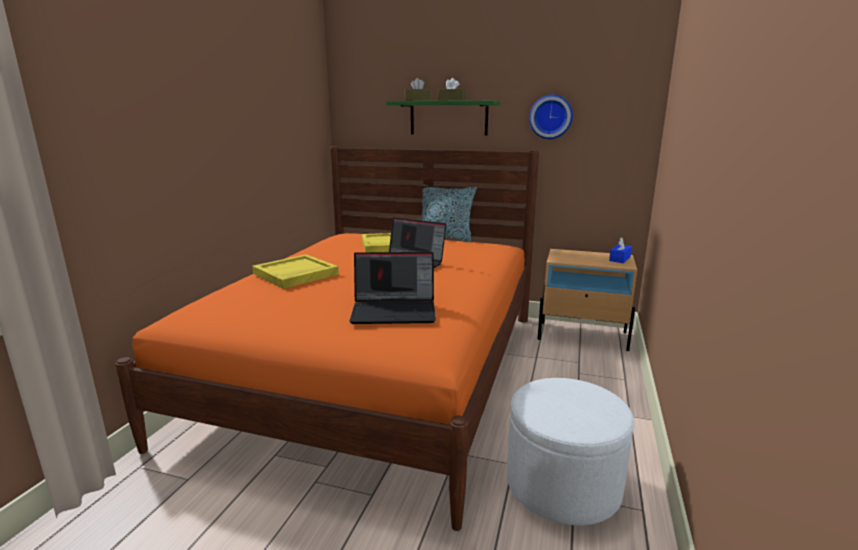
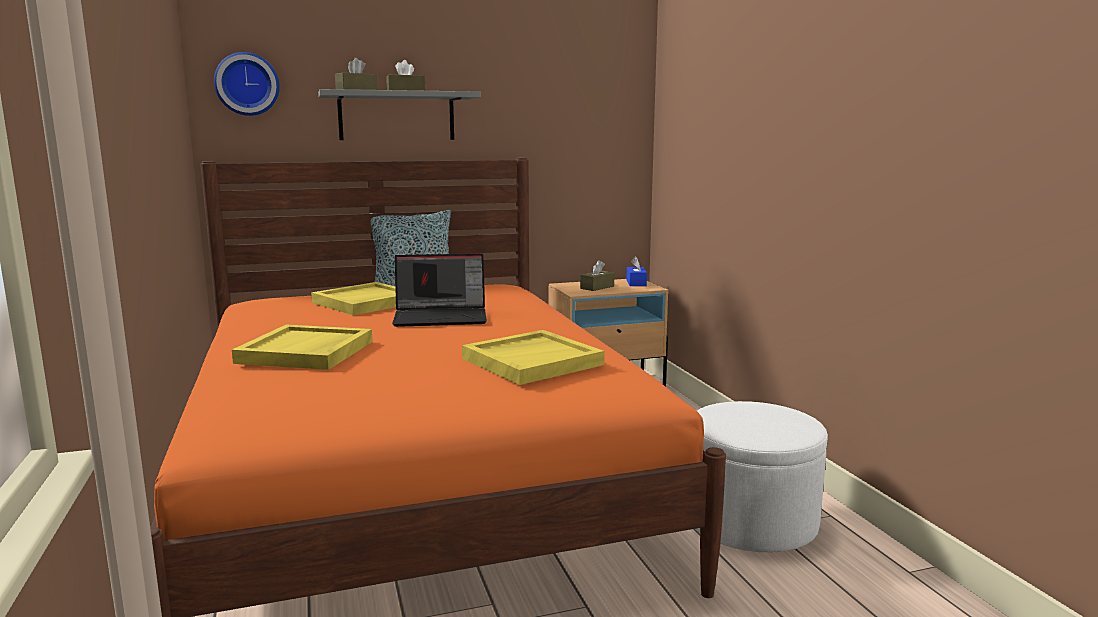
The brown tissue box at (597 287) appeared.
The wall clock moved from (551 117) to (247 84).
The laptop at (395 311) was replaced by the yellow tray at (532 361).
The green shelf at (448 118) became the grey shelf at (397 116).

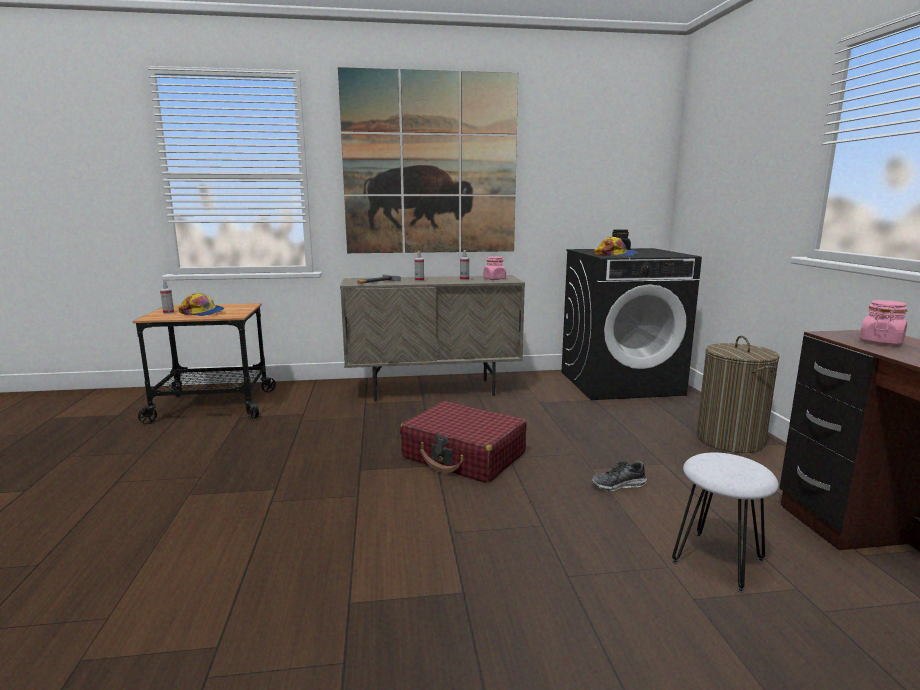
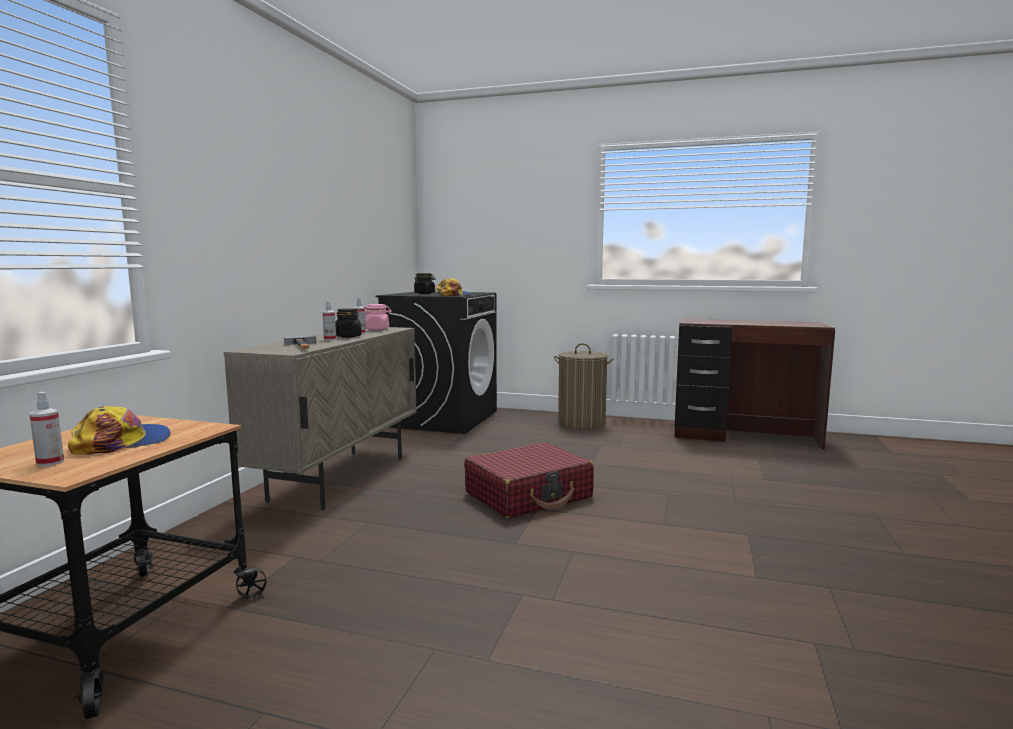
The picture at (430 164) disappeared.
The shoe at (618 485) disappeared.
The white stool at (716 560) disappeared.
The pink jar at (881 341) disappeared.
The black jar at (348 336) appeared.

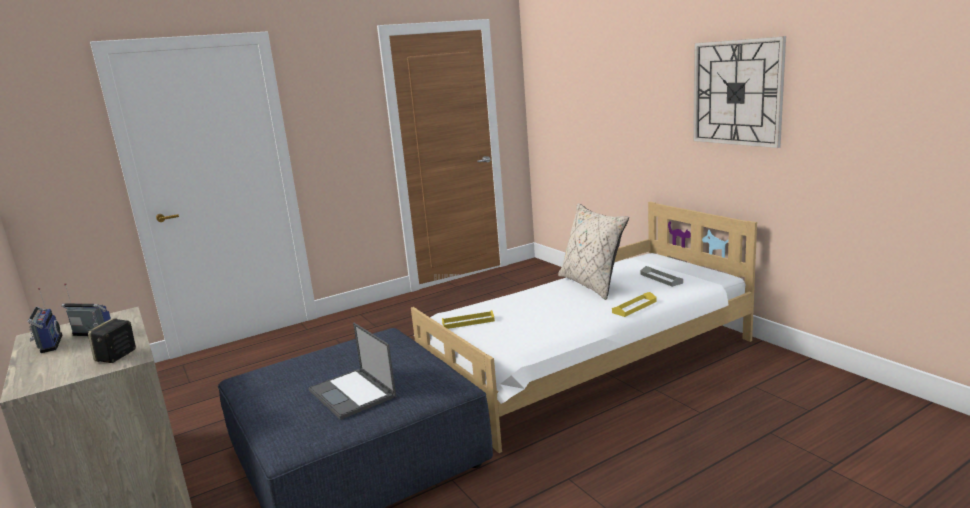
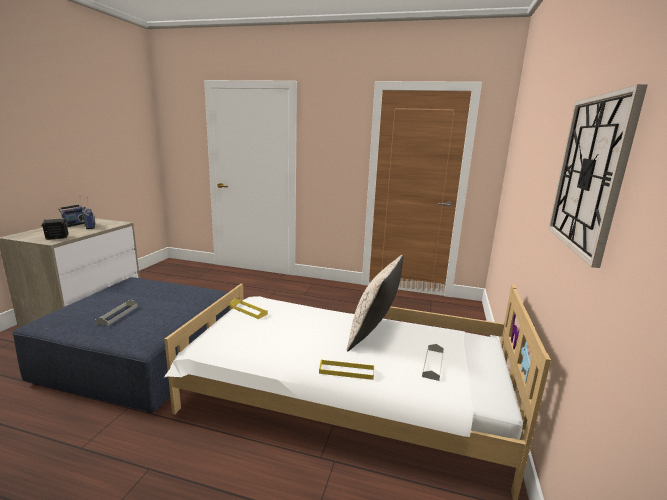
The laptop at (353 394) was replaced by the grey tray at (117 314).

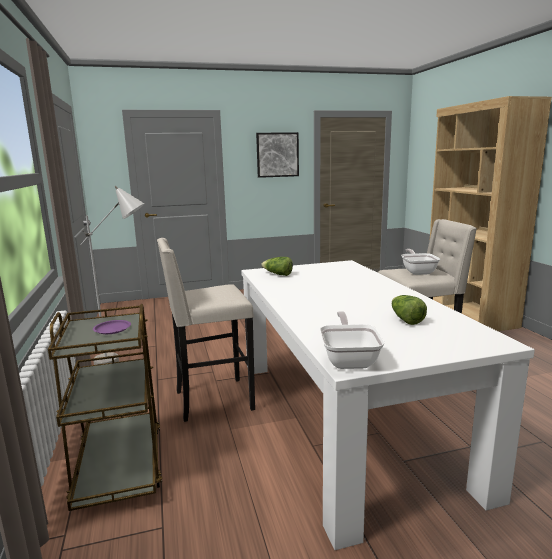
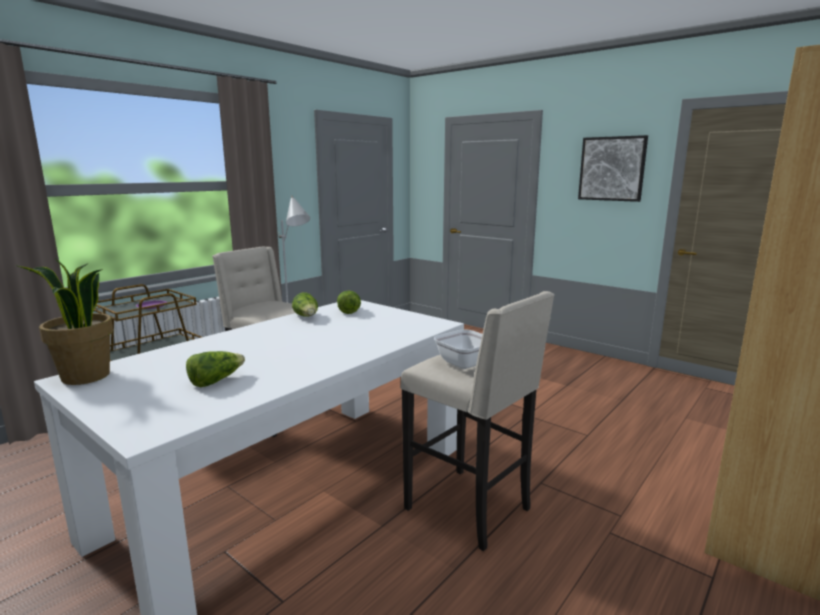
The lettuce at (307 317) appeared.
The frying pan at (349 359) was replaced by the potted plant at (85 377).

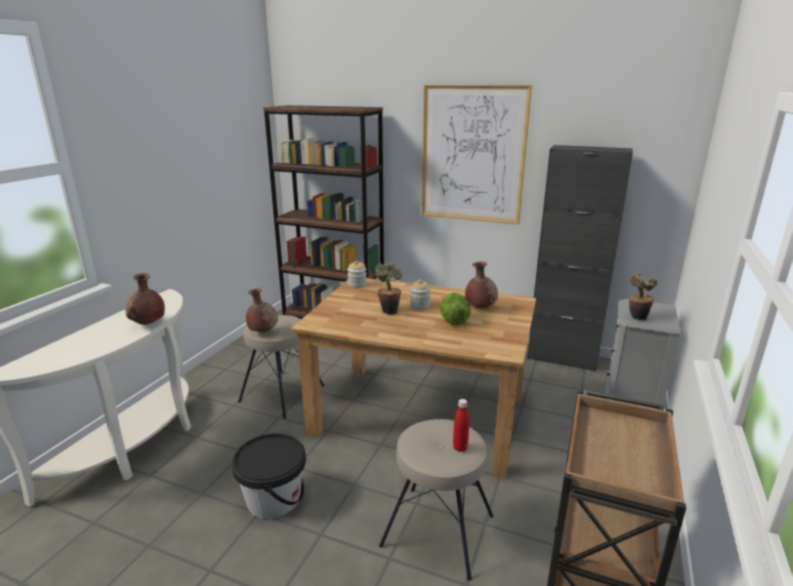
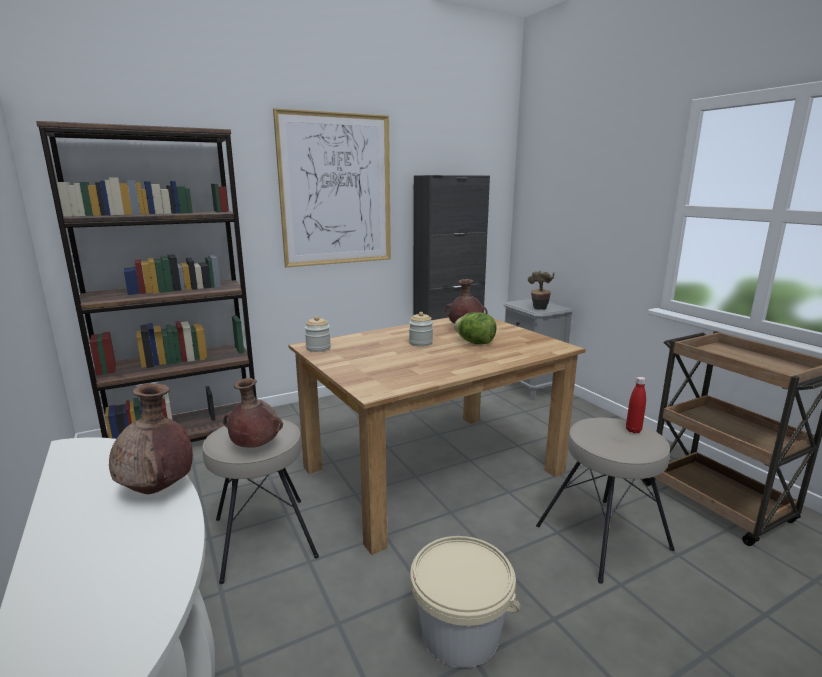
The potted plant at (389 310) disappeared.
The black bucket at (274 498) became the beige bucket at (460 633).

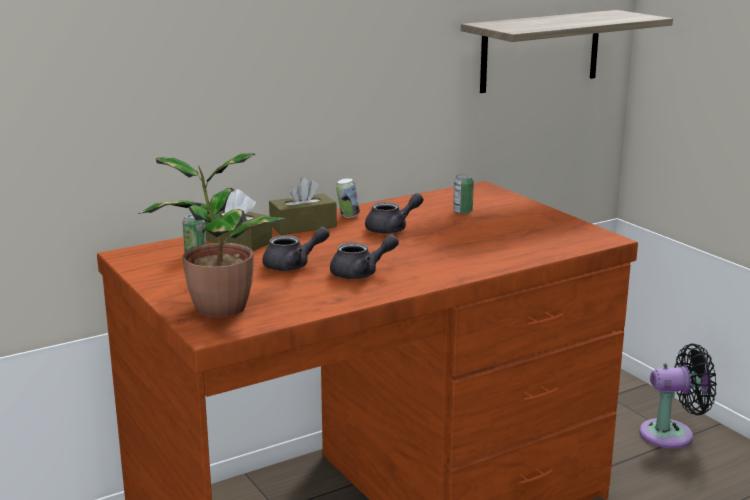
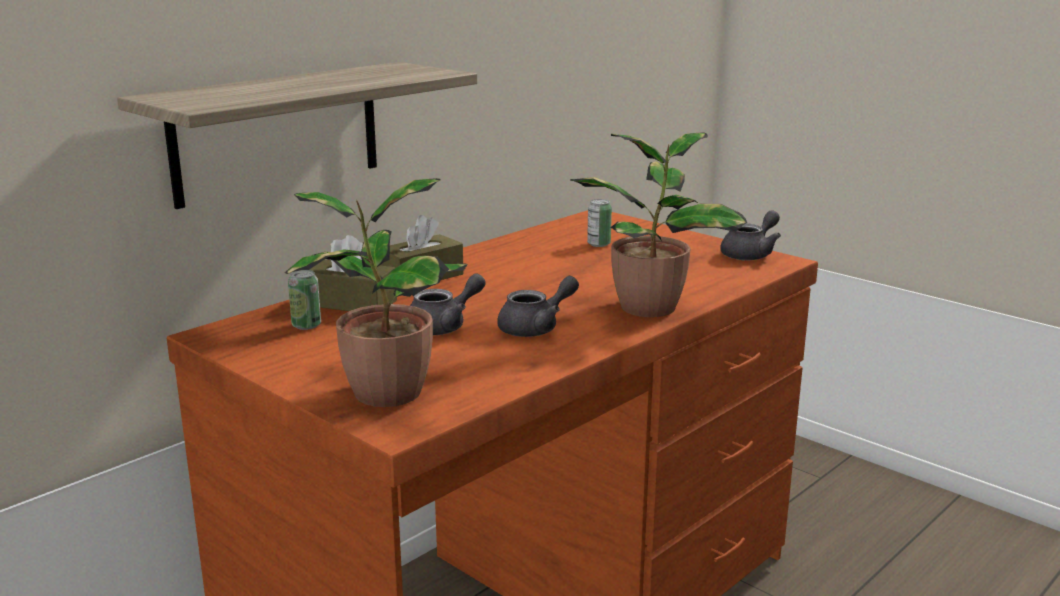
The can at (348 216) disappeared.
The black fan at (672 434) disappeared.
The potted plant at (651 306) appeared.
The grey teapot moved from (392 229) to (751 254).
The shelf moved from (540 51) to (277 132).

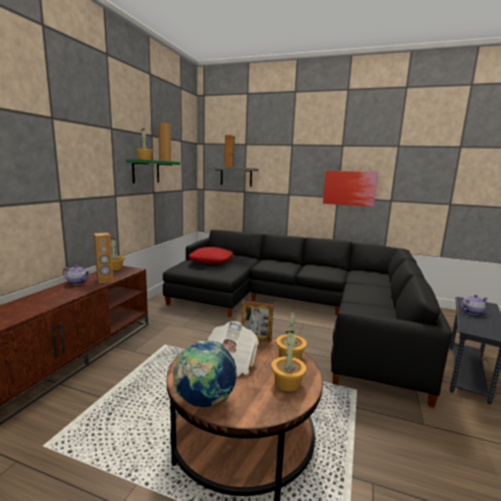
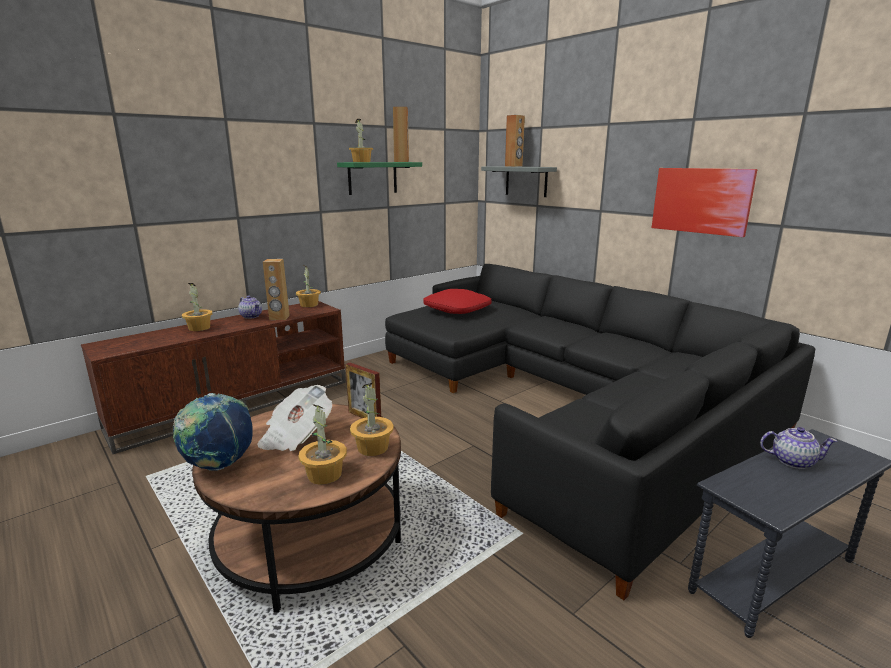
The potted plant at (199 328) appeared.

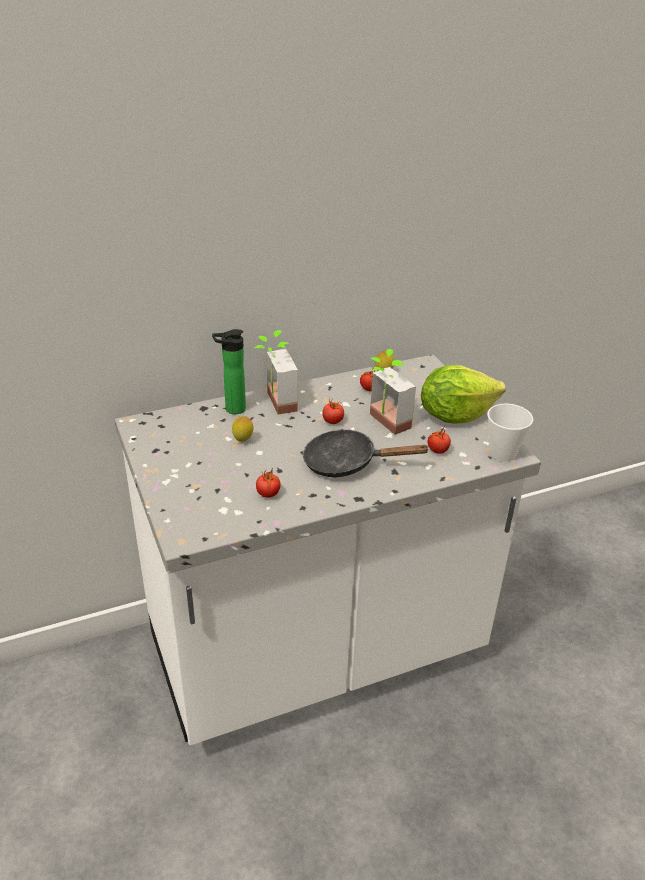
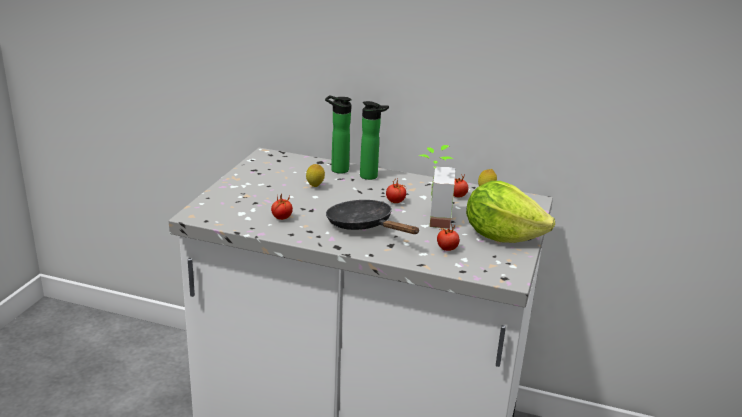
The cup at (503 453) disappeared.
The potted plant at (273 403) was replaced by the bottle at (371 177).

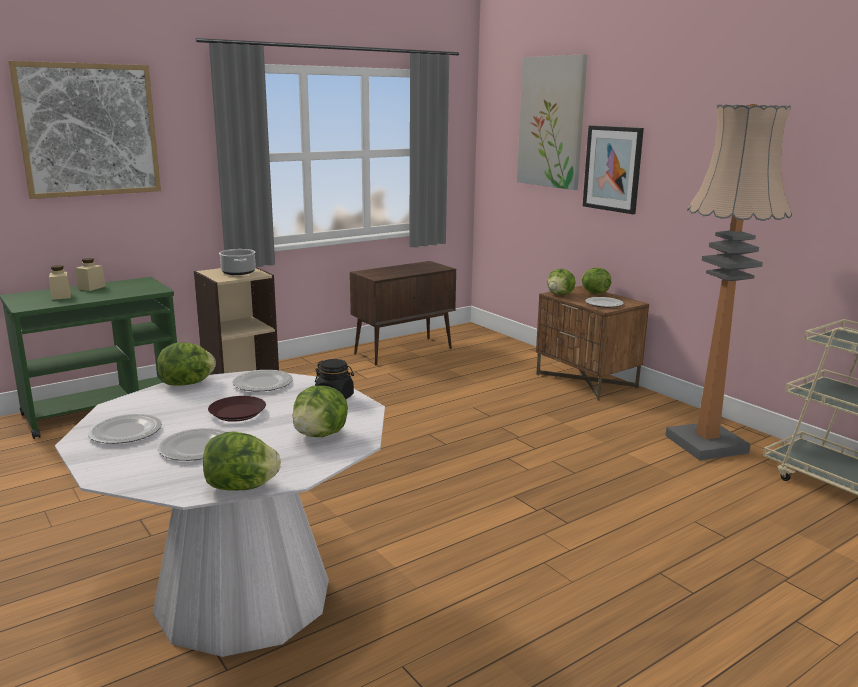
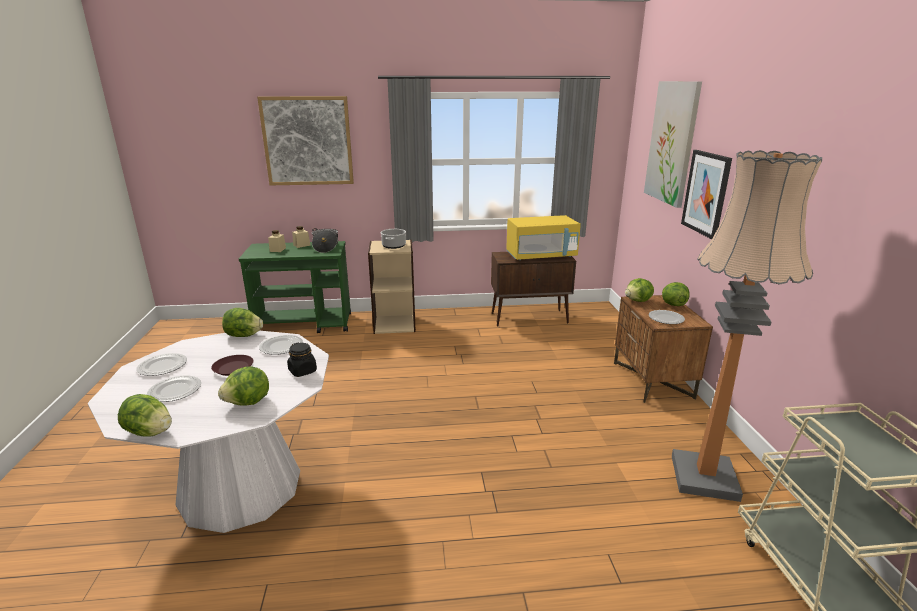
The cooking pot at (325 247) appeared.
The yellow microwave at (541 256) appeared.

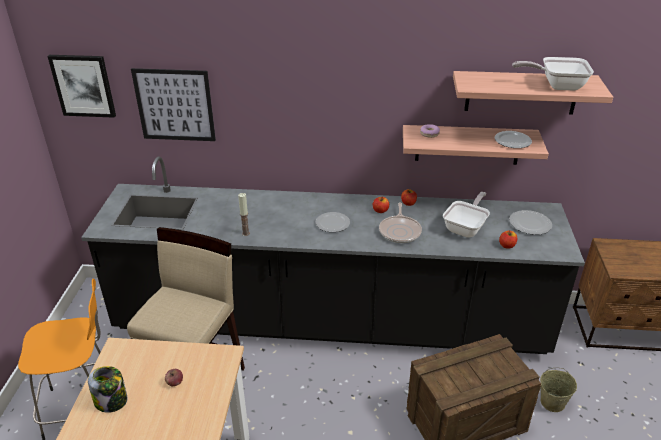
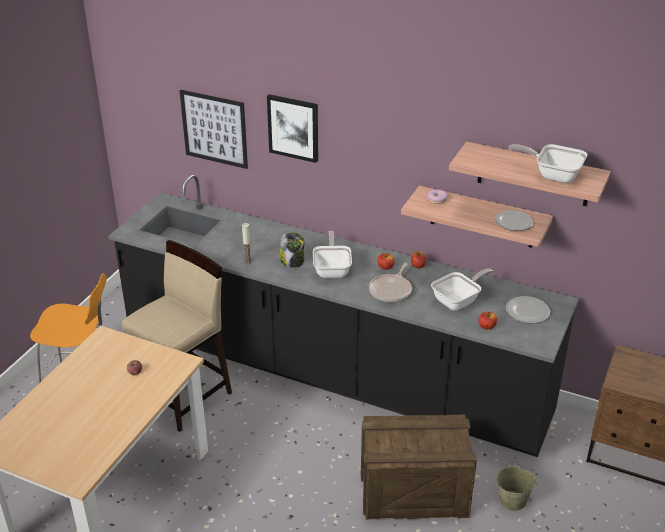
The picture moved from (83 85) to (293 127).
The jar moved from (112 401) to (292 261).
The plate at (333 223) was replaced by the frying pan at (332 269).

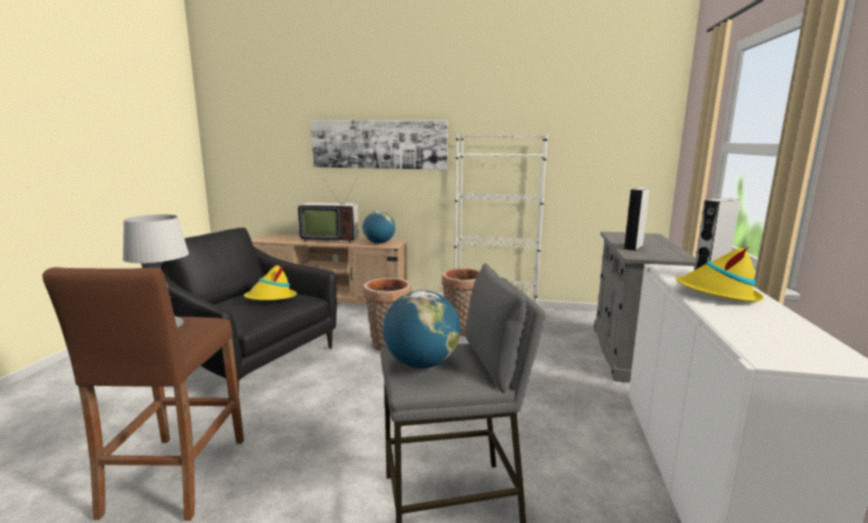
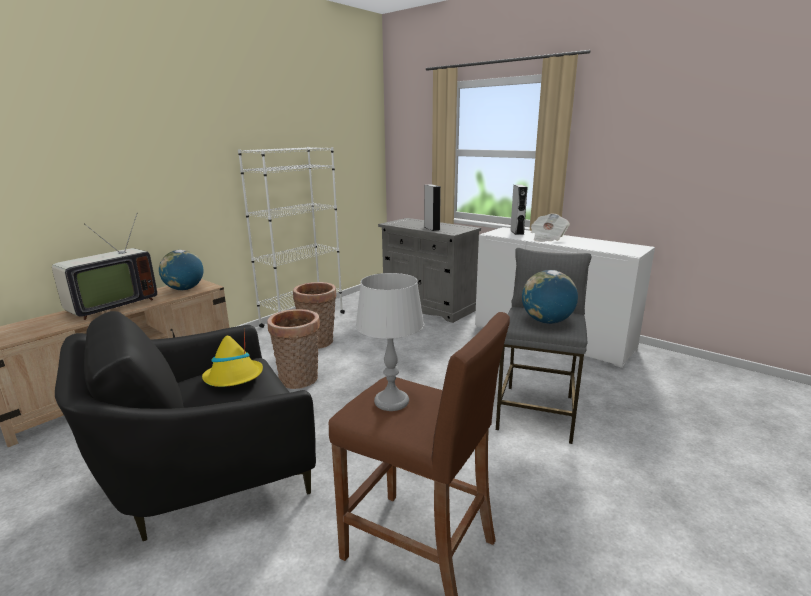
The picture at (378 144) disappeared.
The yellow hat at (717 294) was replaced by the newspaper at (547 238).

